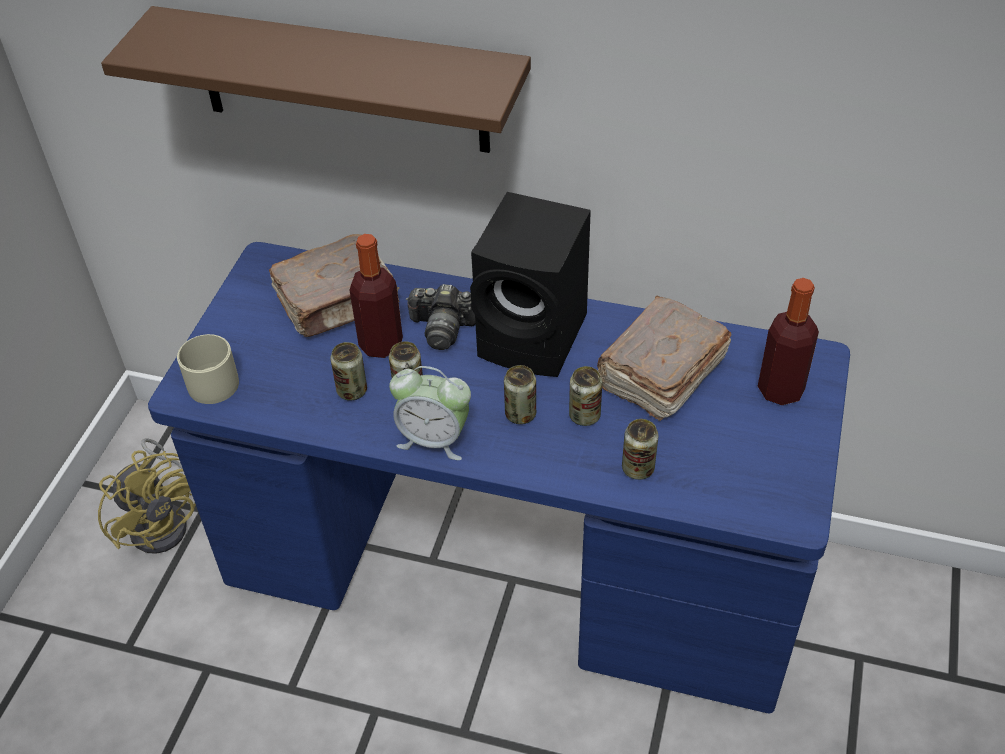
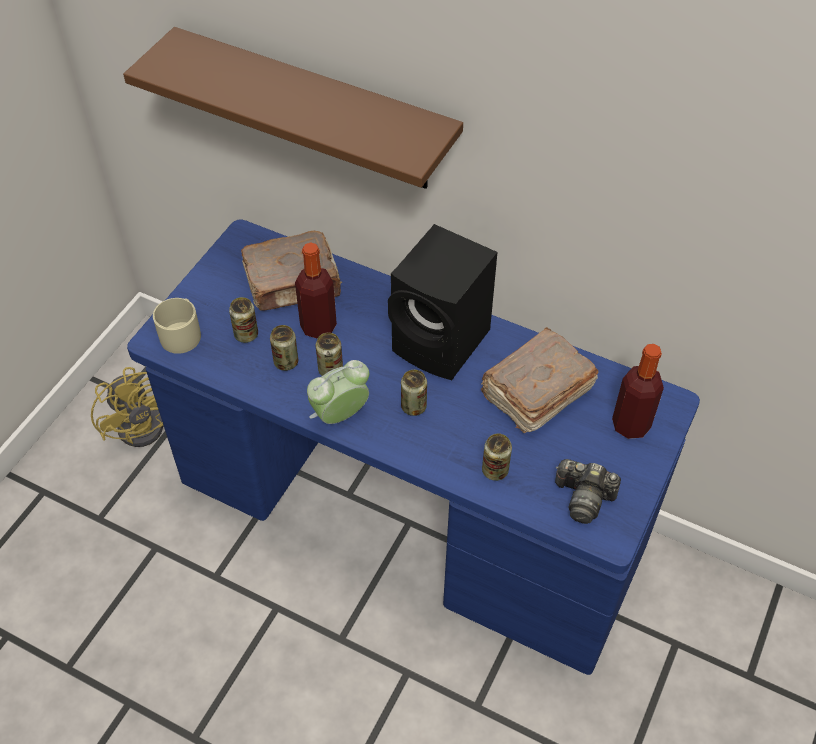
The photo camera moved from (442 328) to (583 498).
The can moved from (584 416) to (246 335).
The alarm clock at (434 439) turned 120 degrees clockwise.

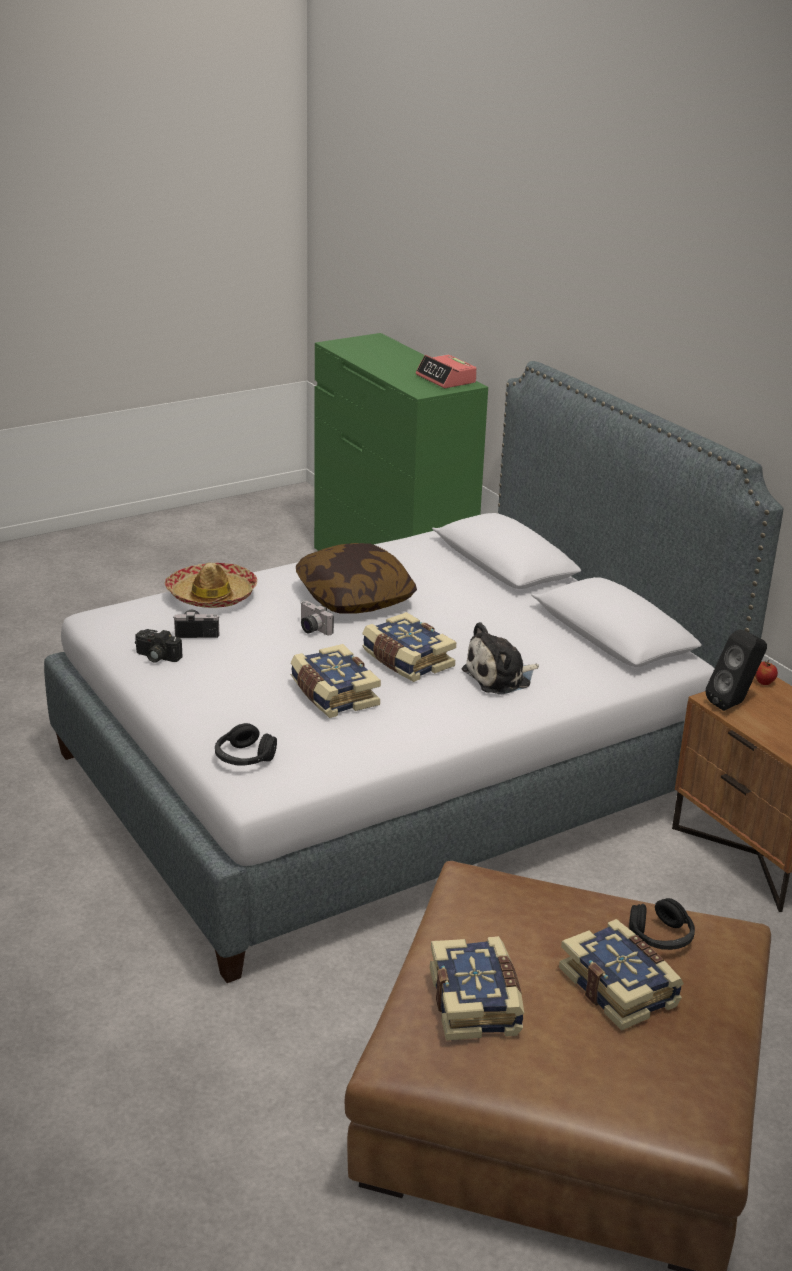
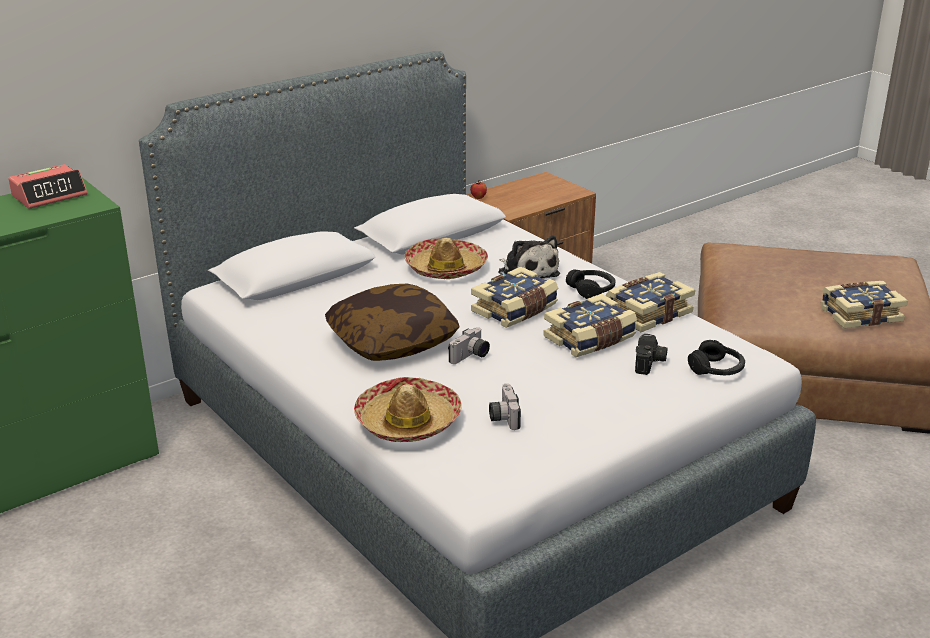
The black speaker at (733 704) disappeared.
The hat at (446 268) appeared.
The photo camera moved from (156 657) to (650 363).
The book moved from (620 987) to (647 313).
The black headphones moved from (661 936) to (591 290).

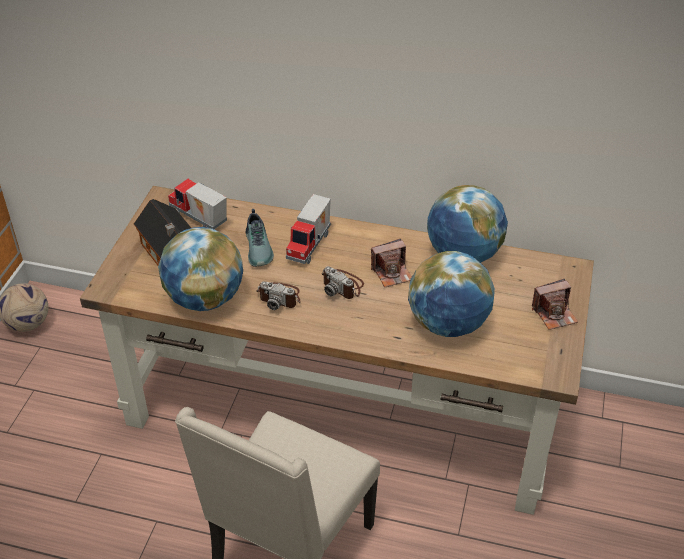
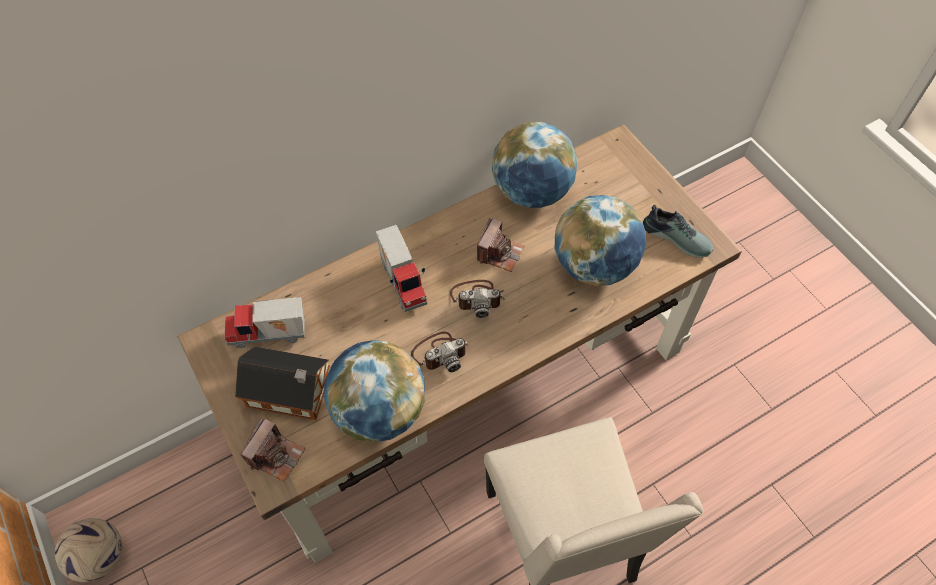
The shoe moved from (259 248) to (677 237).
The photo camera moved from (554 314) to (276 456).

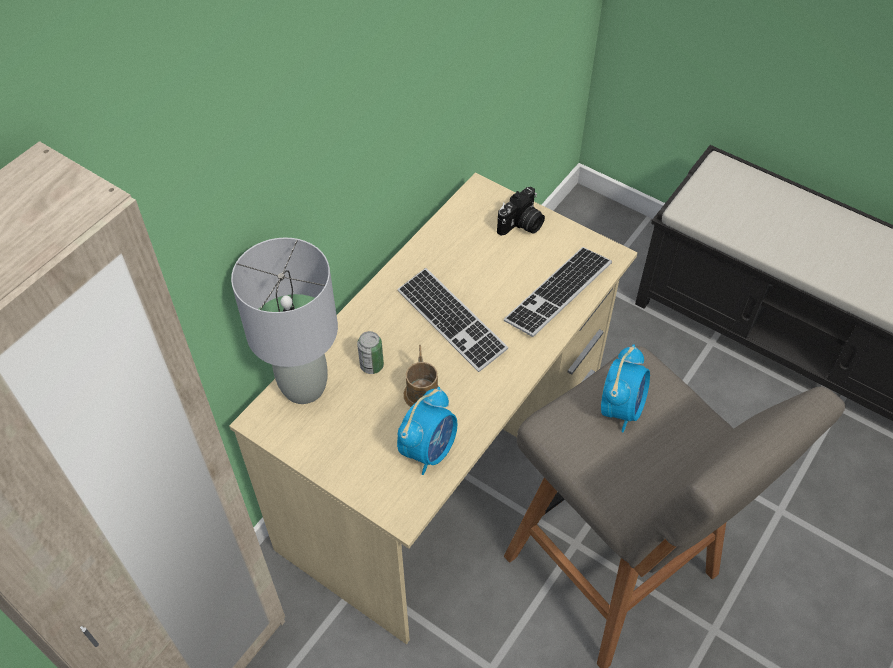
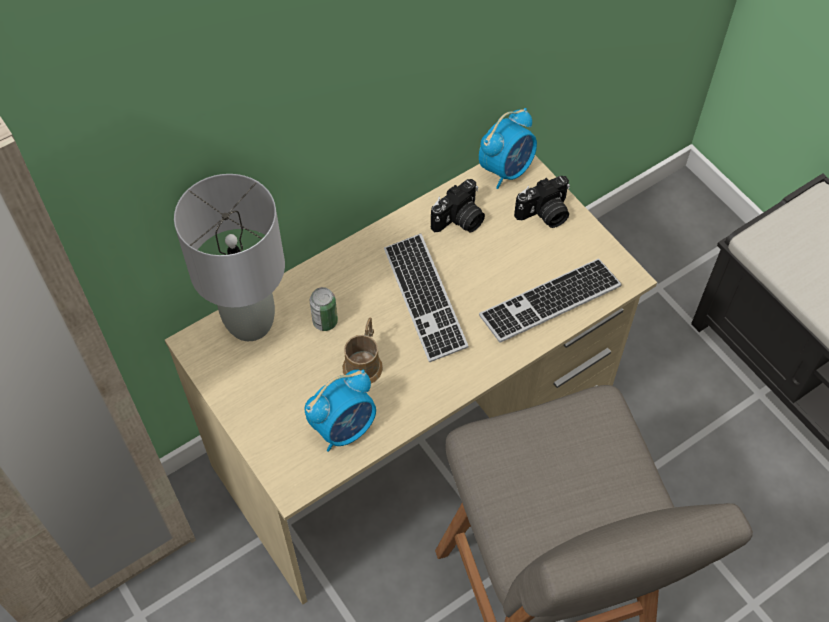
The photo camera at (459 220) appeared.
The alarm clock moved from (621 408) to (506 169).

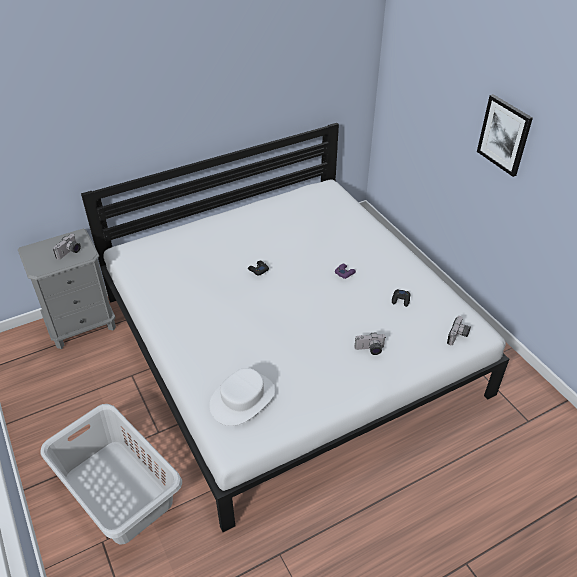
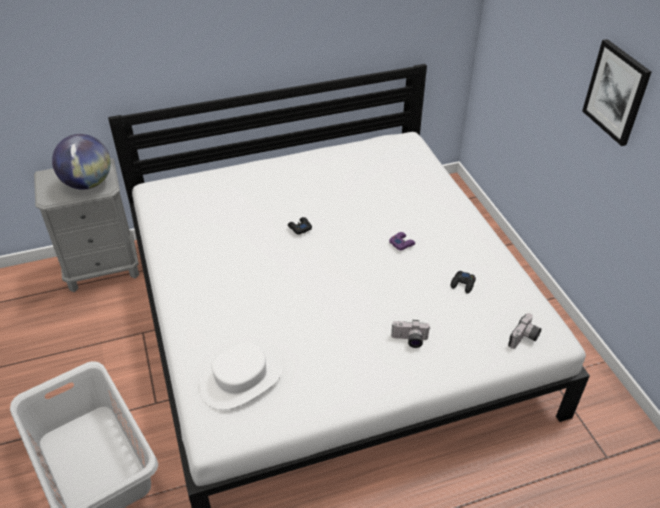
The photo camera at (70 252) was replaced by the globe at (88 183).

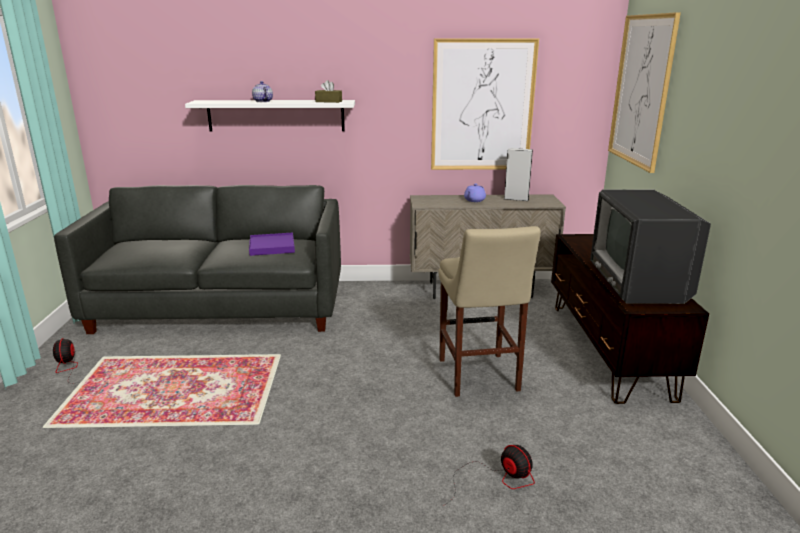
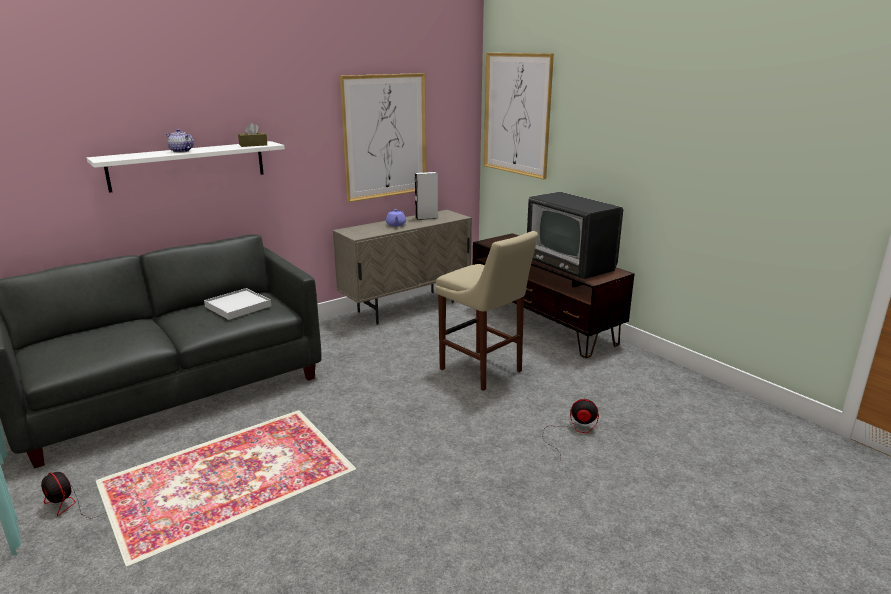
The purple tray at (272 246) became the white tray at (238 306).

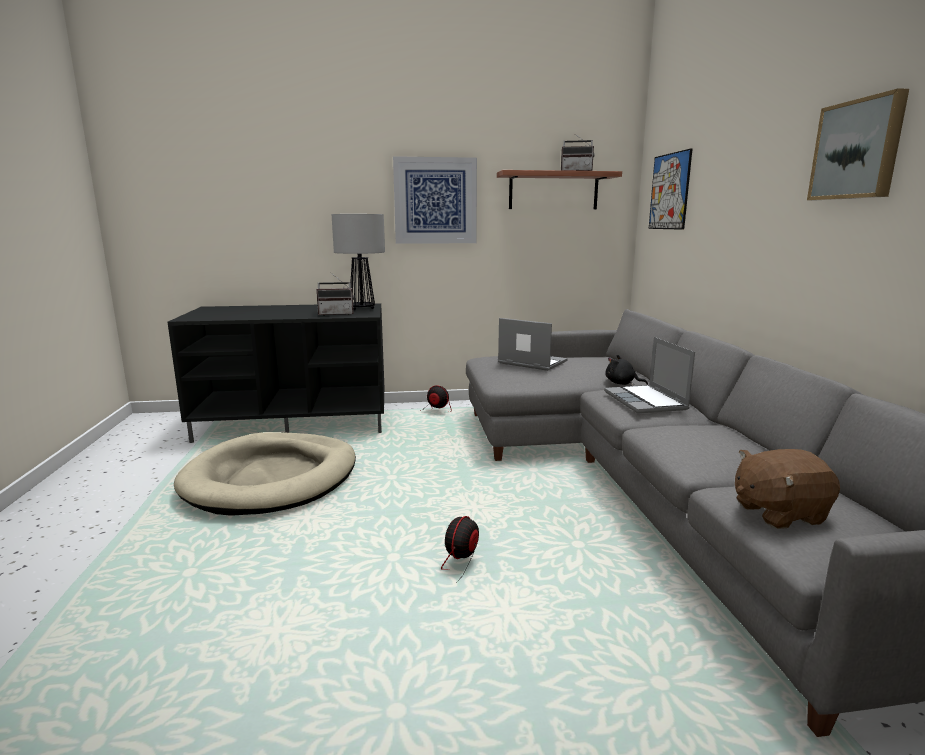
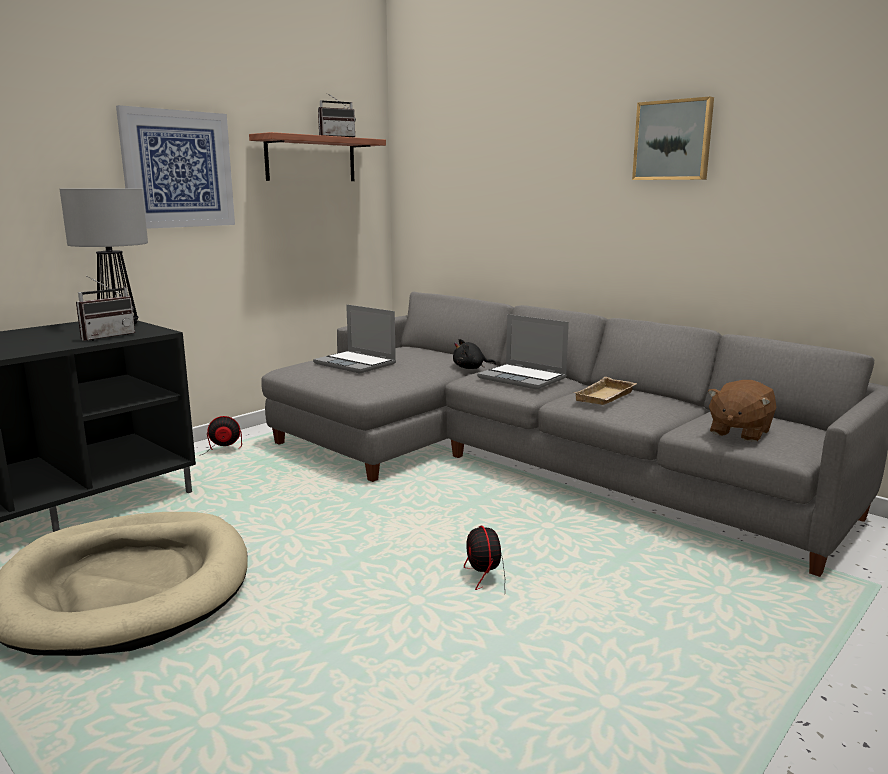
The picture at (669 191) disappeared.
The beige tray at (606 397) appeared.
The laptop at (531 363) turned 135 degrees counterclockwise.

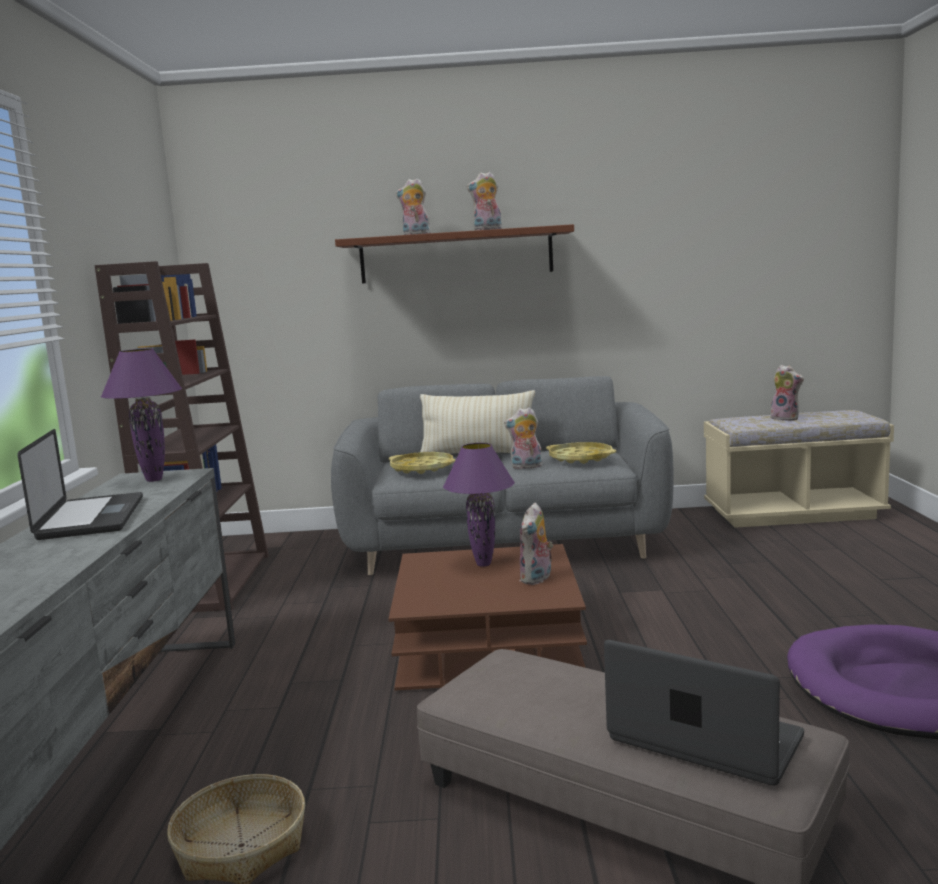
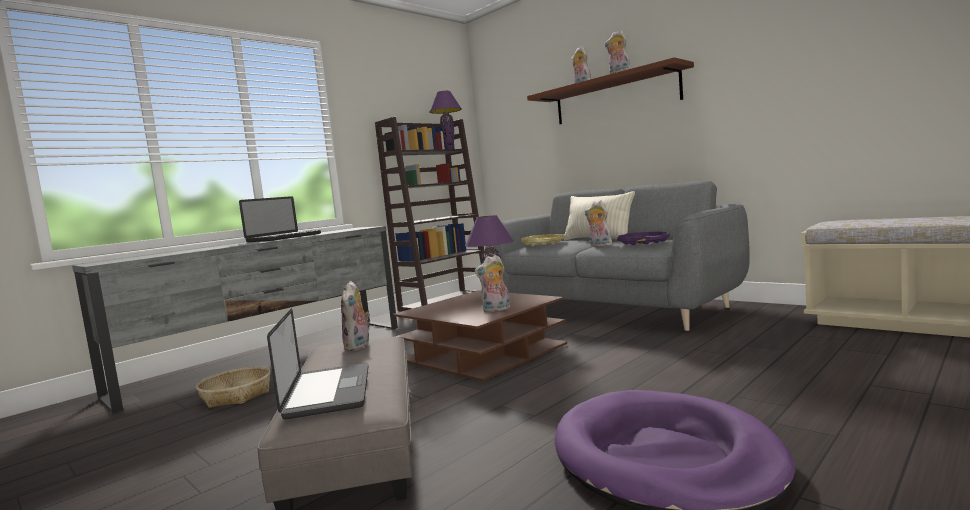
The purple table lamp moved from (154 479) to (449 149).
The plush toy moved from (786 418) to (358 346).
The yellow tray at (580 458) became the purple tray at (643 242).

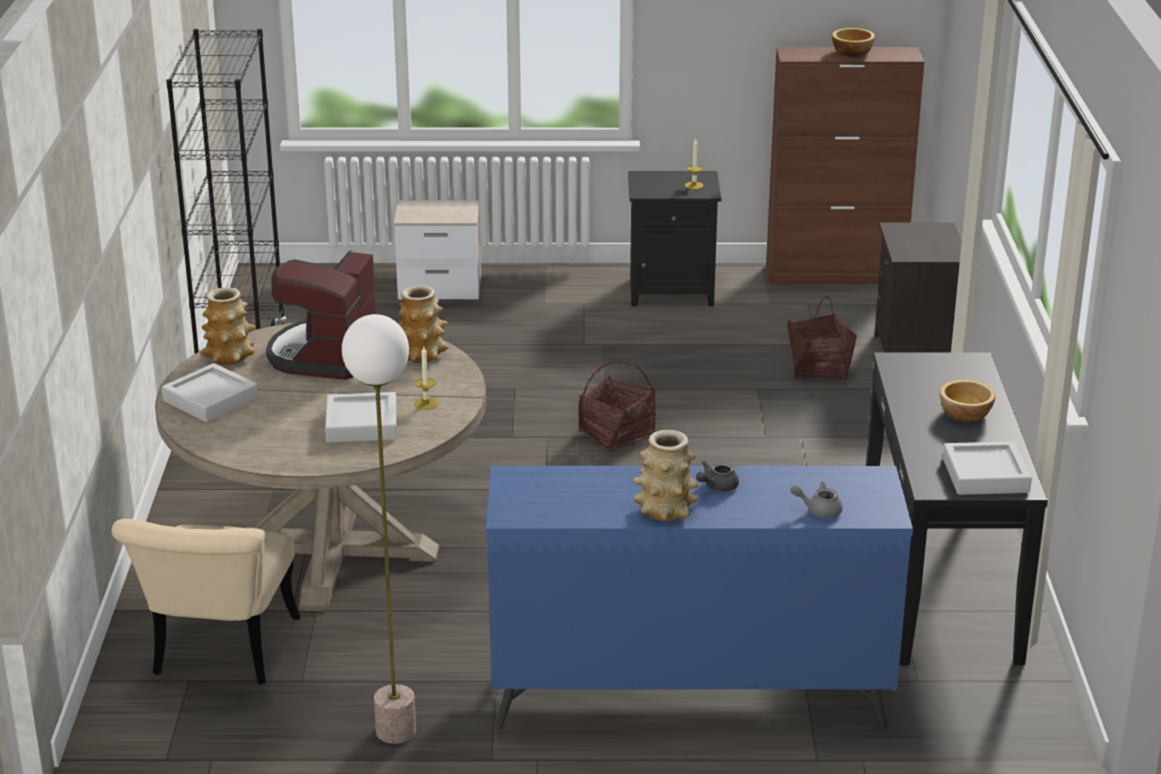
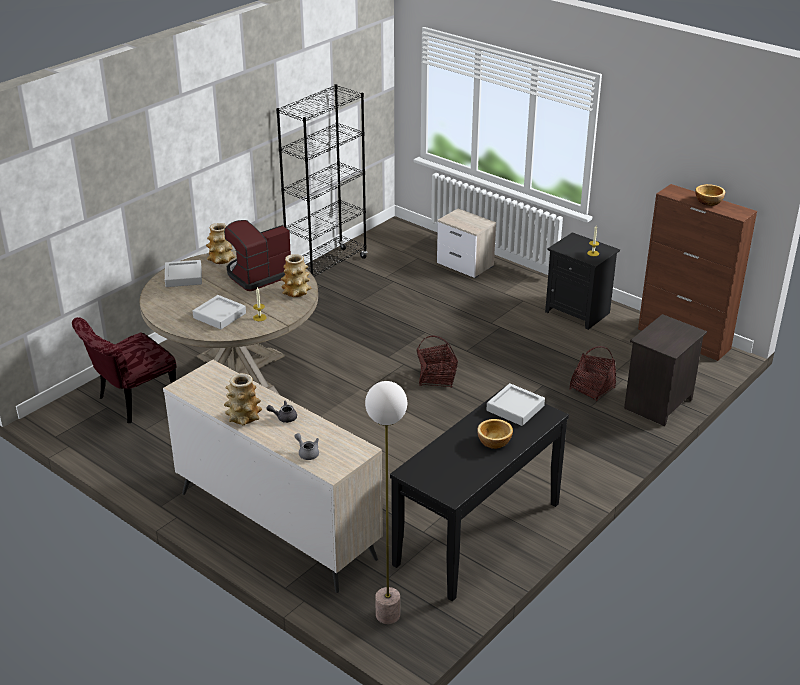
The floor lamp moved from (396 731) to (388 615).
The grey tray moved from (985 475) to (515 408).
The beige chair at (220 656) became the red chair at (132 402).
The blue dresser at (687 696) became the beige dresser at (276 524).

